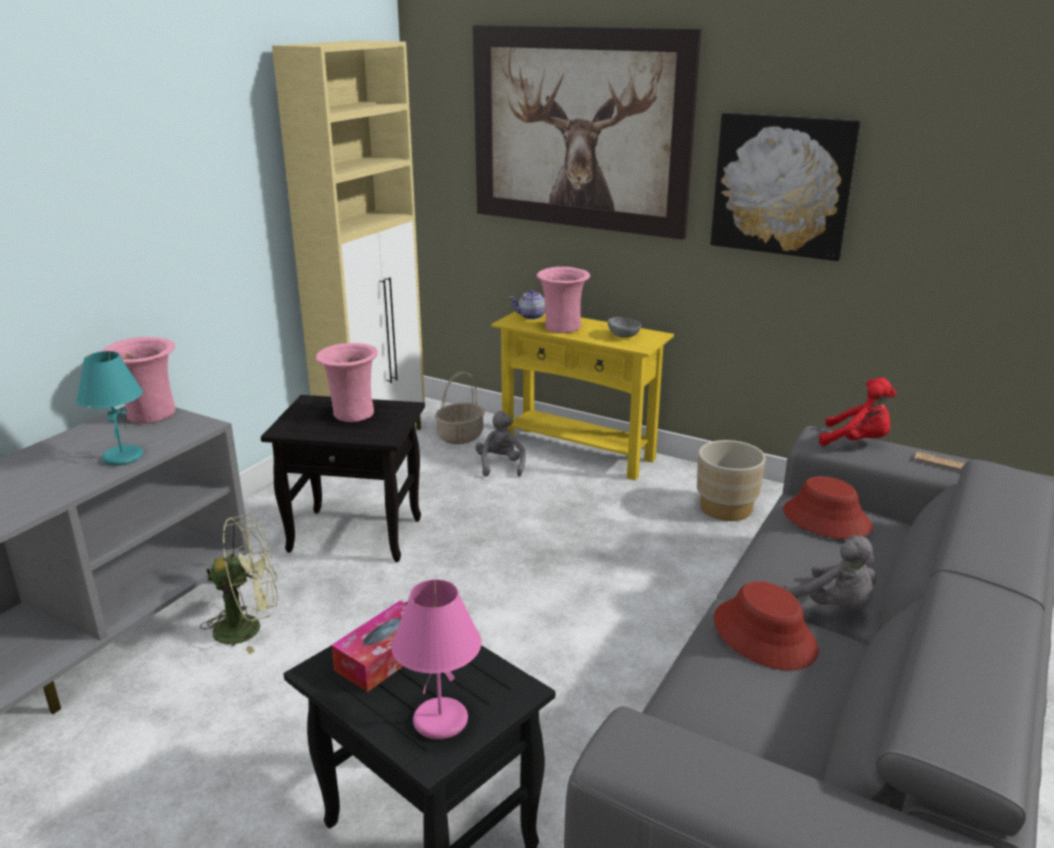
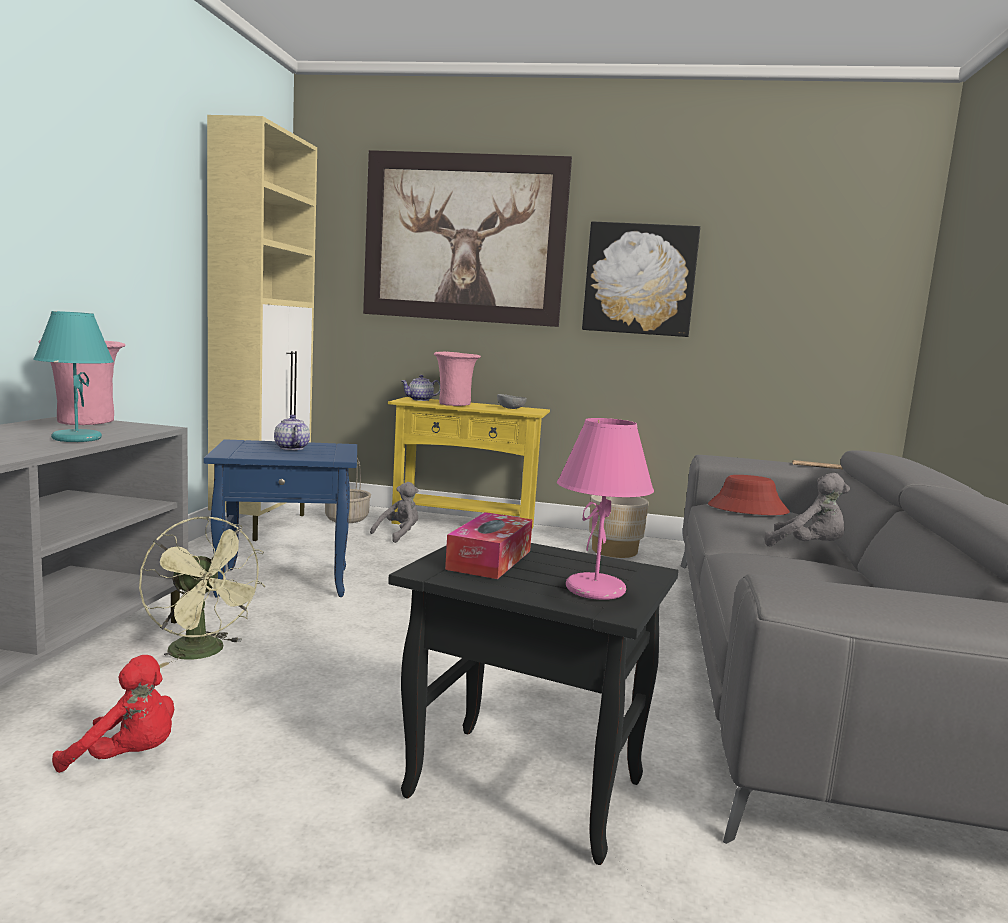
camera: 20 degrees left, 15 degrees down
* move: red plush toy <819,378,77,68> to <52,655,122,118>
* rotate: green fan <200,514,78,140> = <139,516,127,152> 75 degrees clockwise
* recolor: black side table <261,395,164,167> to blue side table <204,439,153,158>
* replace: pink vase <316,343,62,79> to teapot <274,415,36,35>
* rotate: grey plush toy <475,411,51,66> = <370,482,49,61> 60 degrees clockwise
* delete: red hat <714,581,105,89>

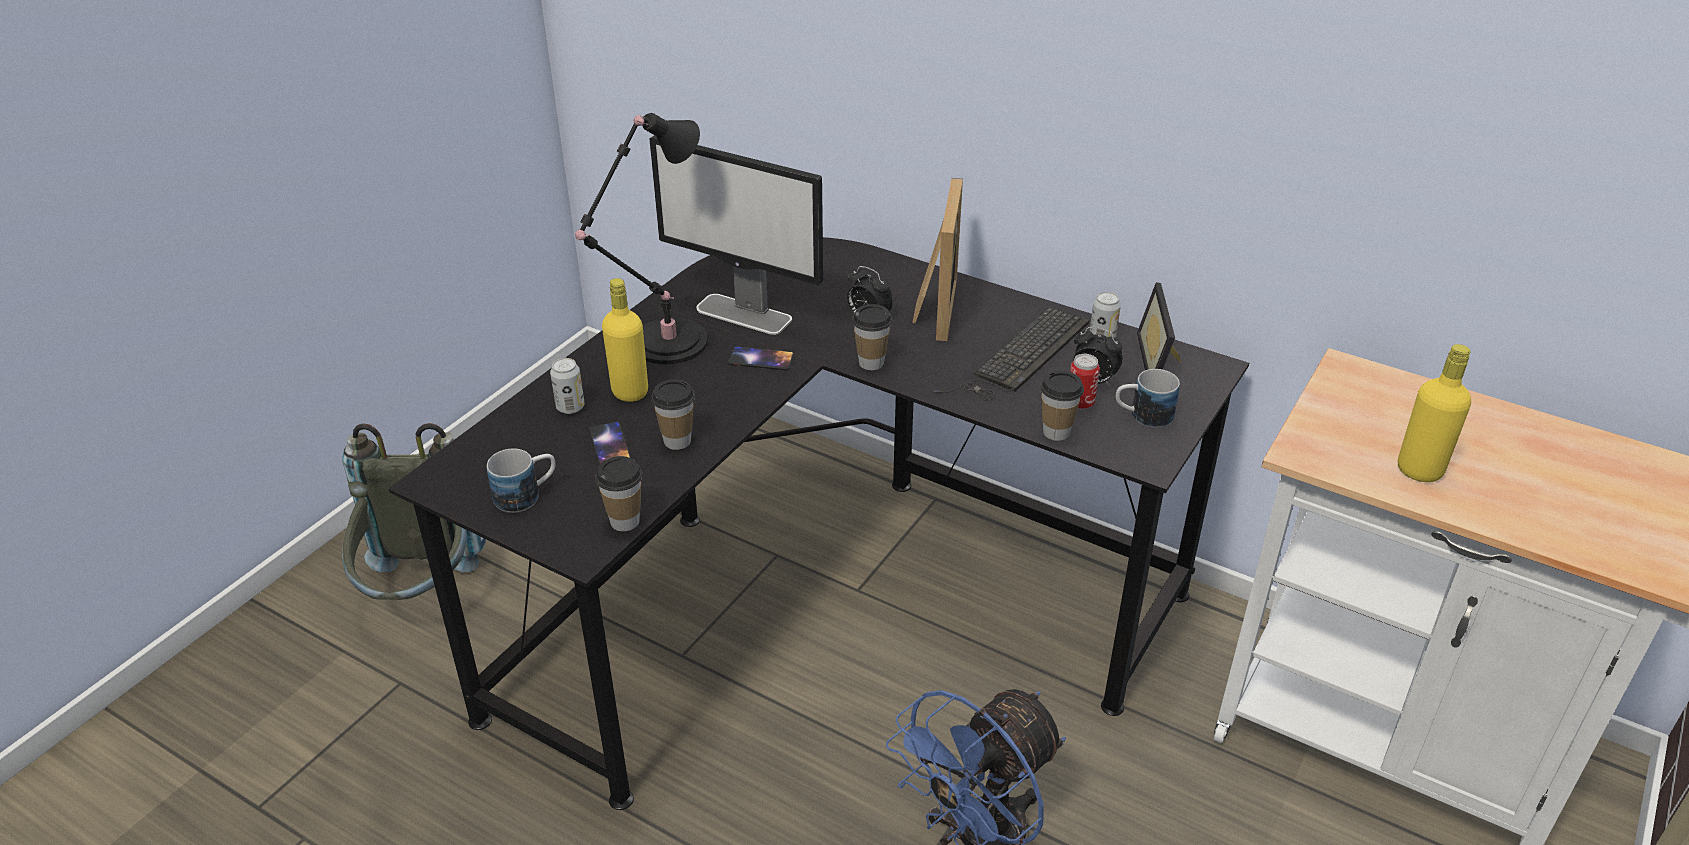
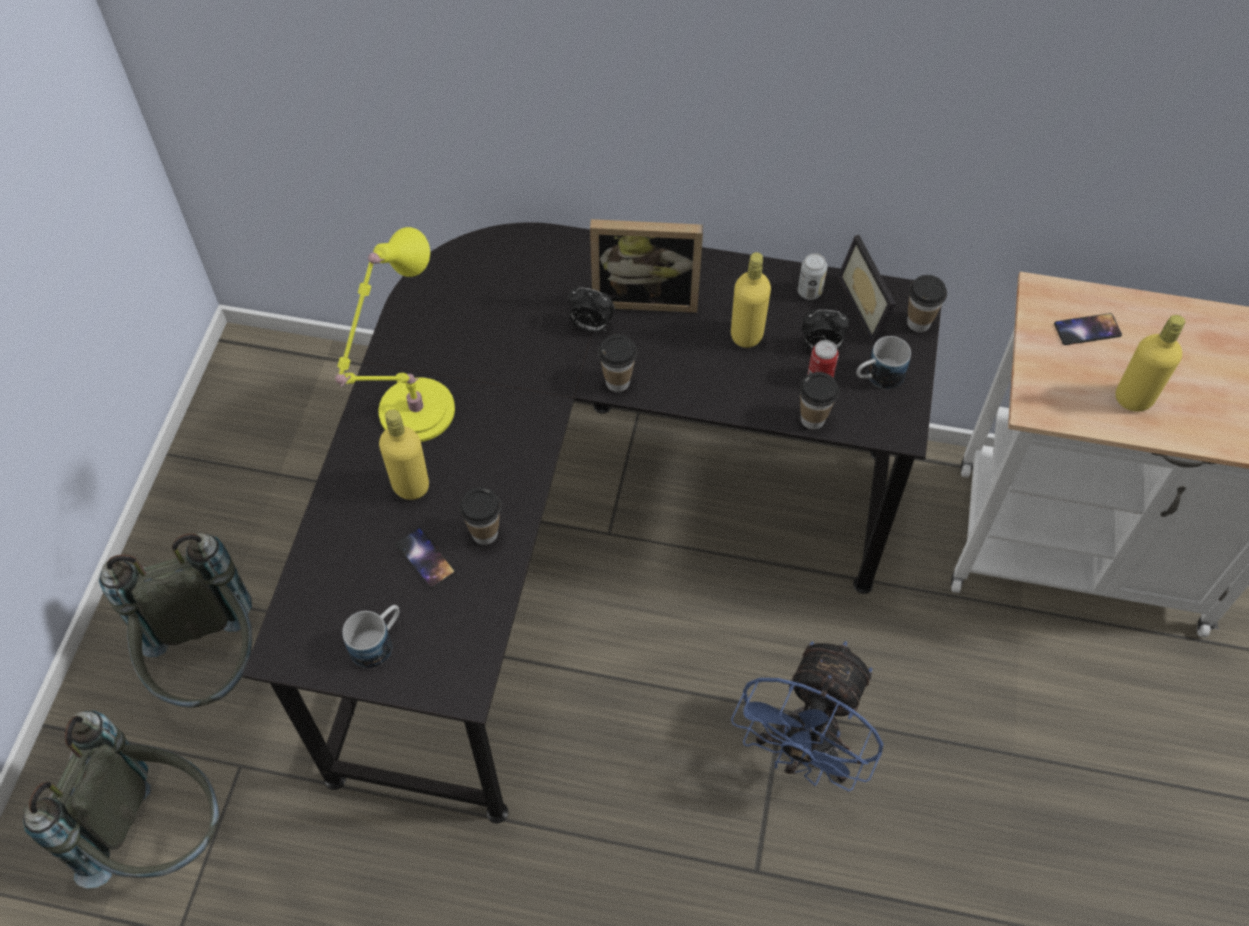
camera: 20 degrees left, 20 degrees up
* insert: grey backpack <23,711,196,177>
* recolor: black table lamp <575,113,133,251> to yellow table lamp <335,227,120,215>
* rotate: picture frame <912,178,51,163> = <590,219,113,94> 105 degrees clockwise
* replace: keyboard <933,307,156,94> to yellow bottle <731,252,40,96>
* move: cup <595,456,48,75> to <907,275,40,57>
* move: phone <728,346,66,24> to <1054,313,68,32>
* delete: can <550,358,35,56>
* delete: monitor <649,135,174,200>

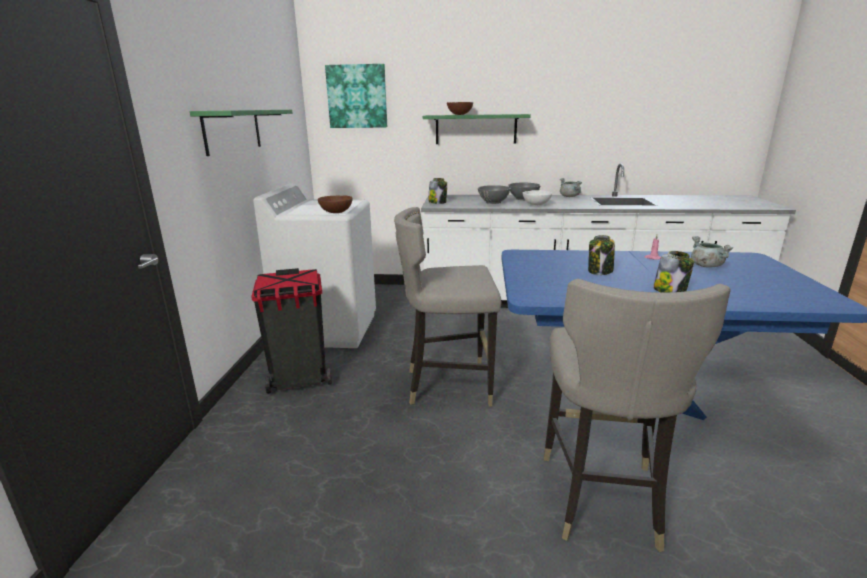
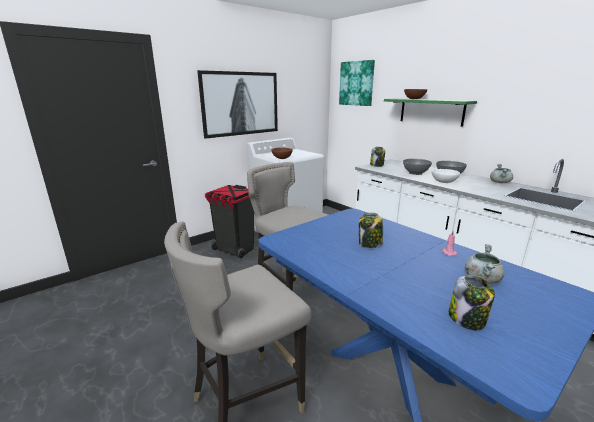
camera: 45 degrees right, 0 degrees up
* replace: green shelf <190,110,102,46> to picture <197,70,81,69>
* move: jar <653,251,41,42> to <449,275,46,55>

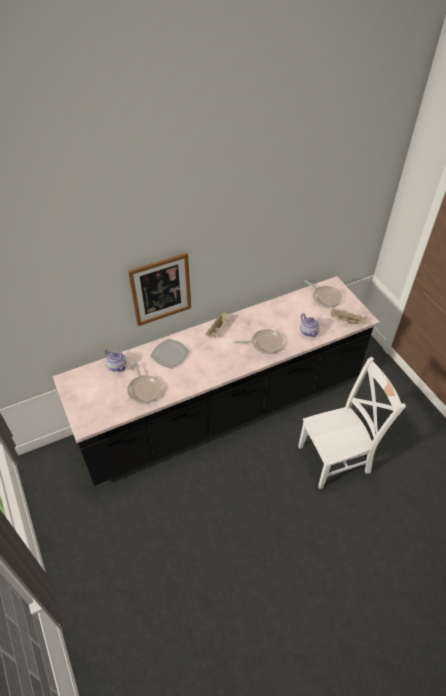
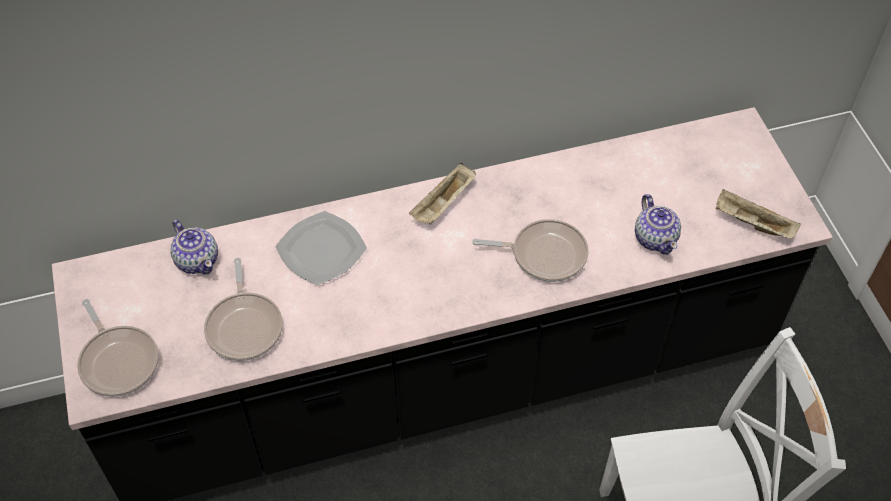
camera: 10 degrees right, 5 degrees up
* move: frying pan <304,280,38,28> to <77,299,82,98>
* delete: picture <128,253,63,73>

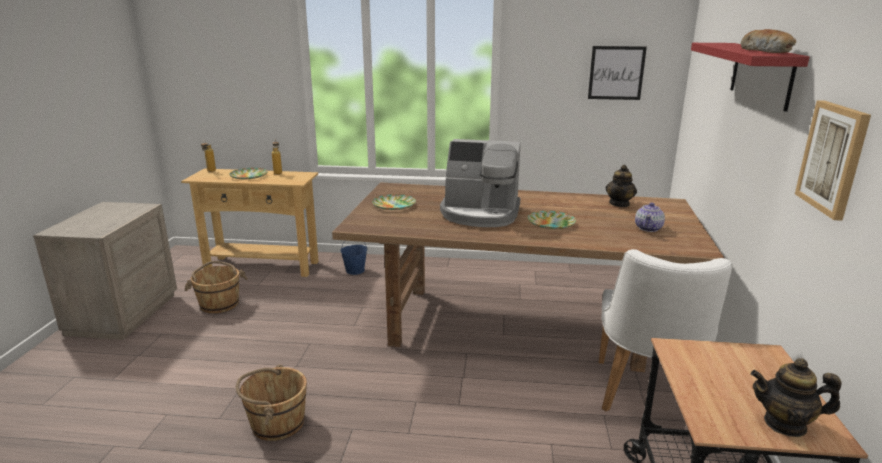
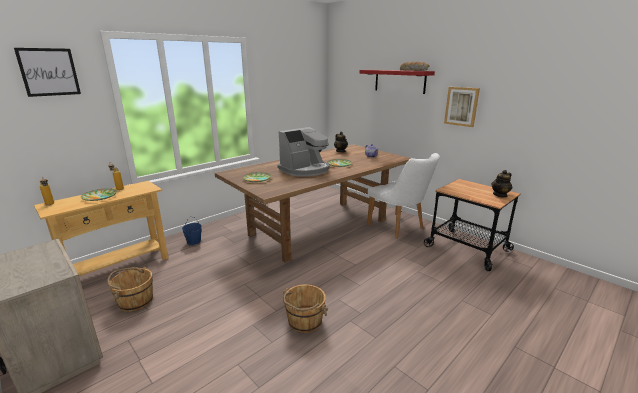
camera: 50 degrees left, 0 degrees up
* move: picture <588,46,59,54> to <14,48,67,49>

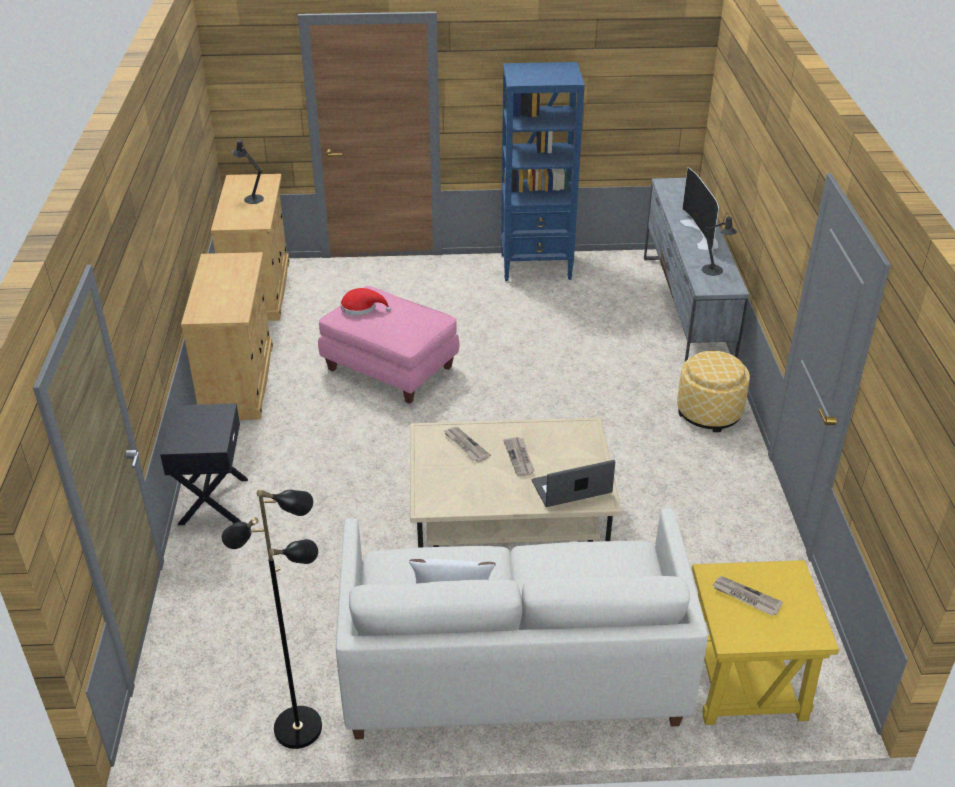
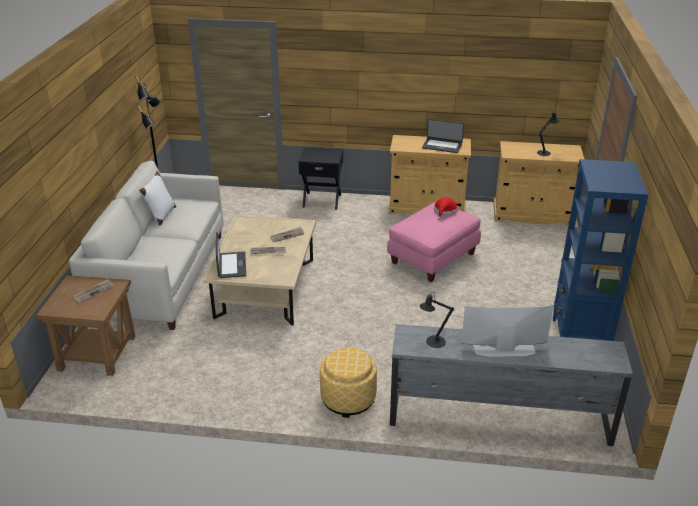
camera: 100 degrees right, 5 degrees down
* recolor: yellow side table <692,560,147,165> to brown side table <36,275,99,101>
* insert: laptop <422,119,42,34>

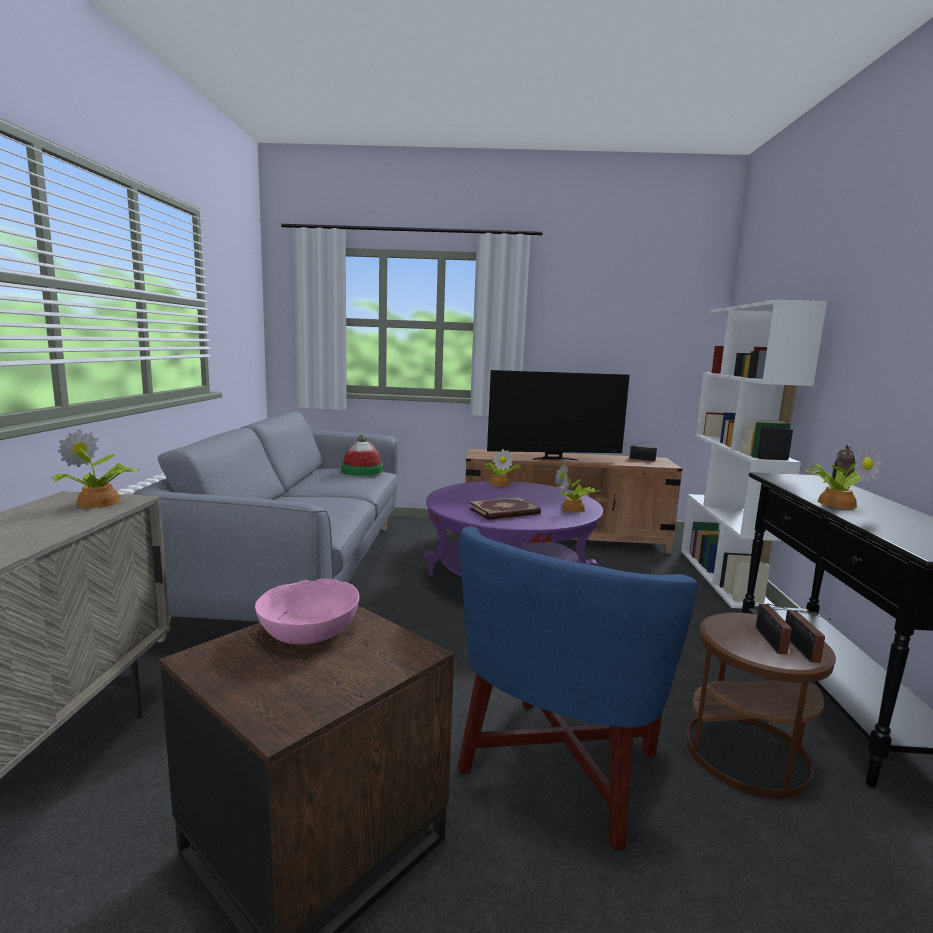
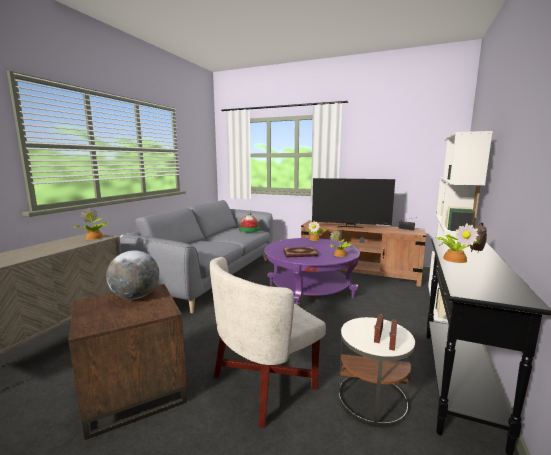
camera: 20 degrees right, 0 degrees up
* replace: pink bowl <255,579,105,65> to globe <106,250,53,49>
* recolor: blue armchair <457,526,241,325> to white armchair <210,257,116,171>
* recolor: brown side table <686,612,150,186> to white side table <339,317,76,110>

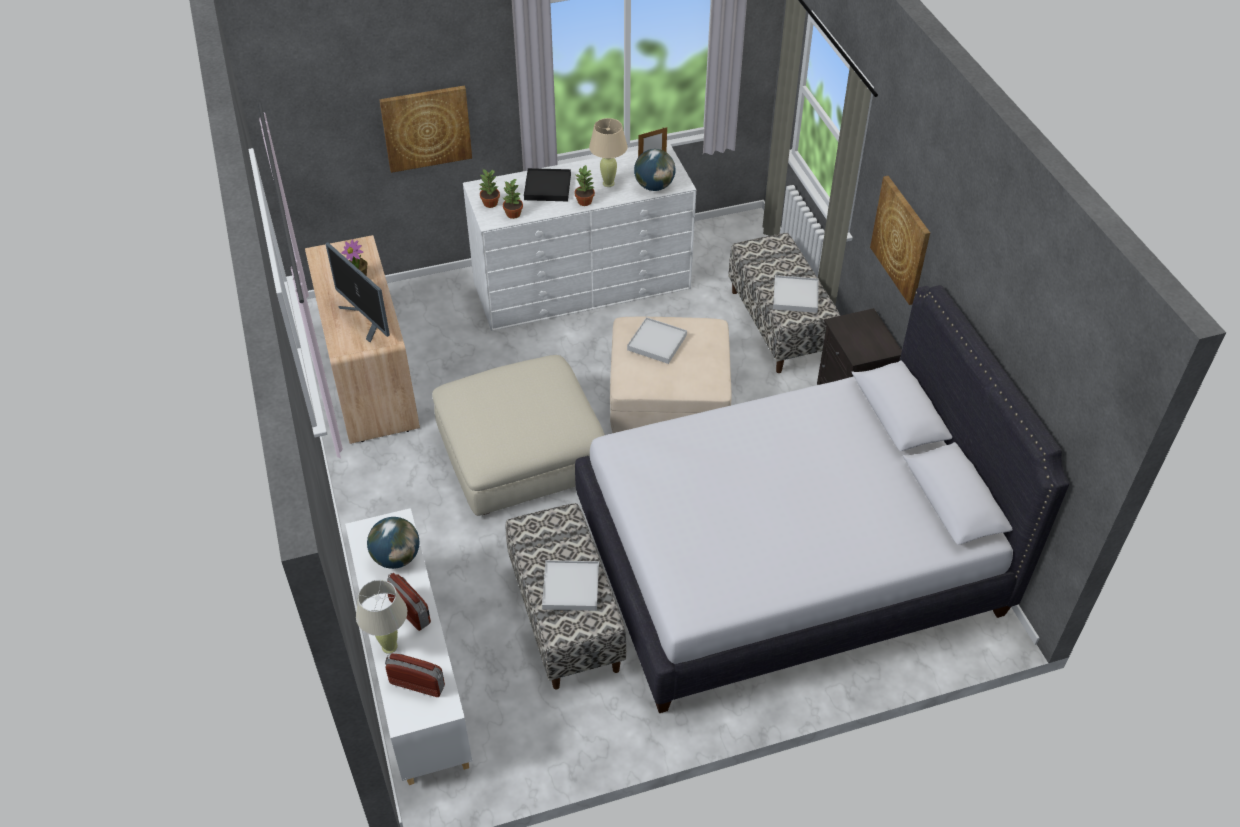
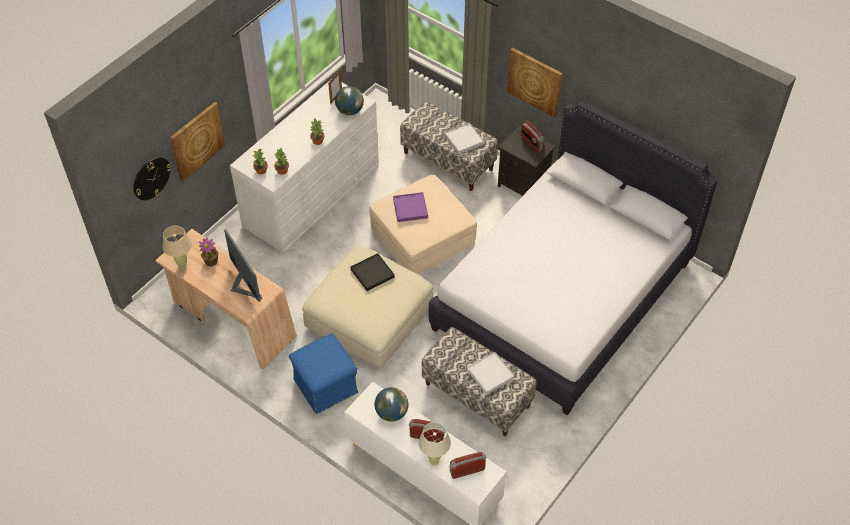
camera: 35 degrees left, 5 degrees up
* insert: wall clock <133,157,38,43>
* move: beige table lamp <589,118,39,69> to <162,225,30,45>
* rotate: monitor <325,242,65,101> = <224,229,38,73> 135 degrees counterclockwise
* insert: blue ottoman <289,333,69,81>
* move: black tray <524,168,47,33> to <350,253,45,38>
* recolor: white tray <627,317,60,47> to purple tray <393,192,35,30>
* insert: radio <521,120,24,33>

